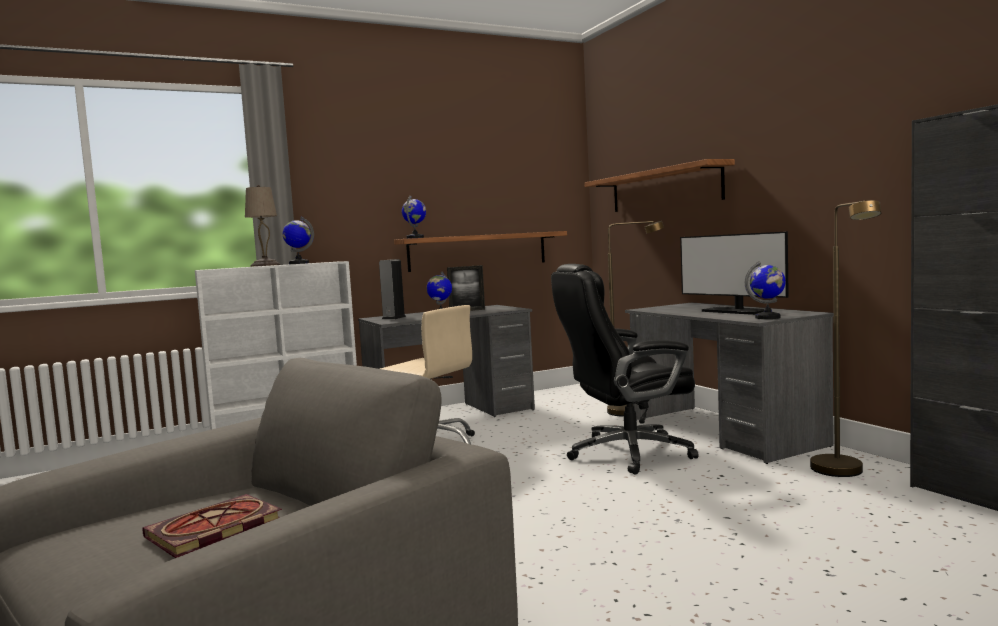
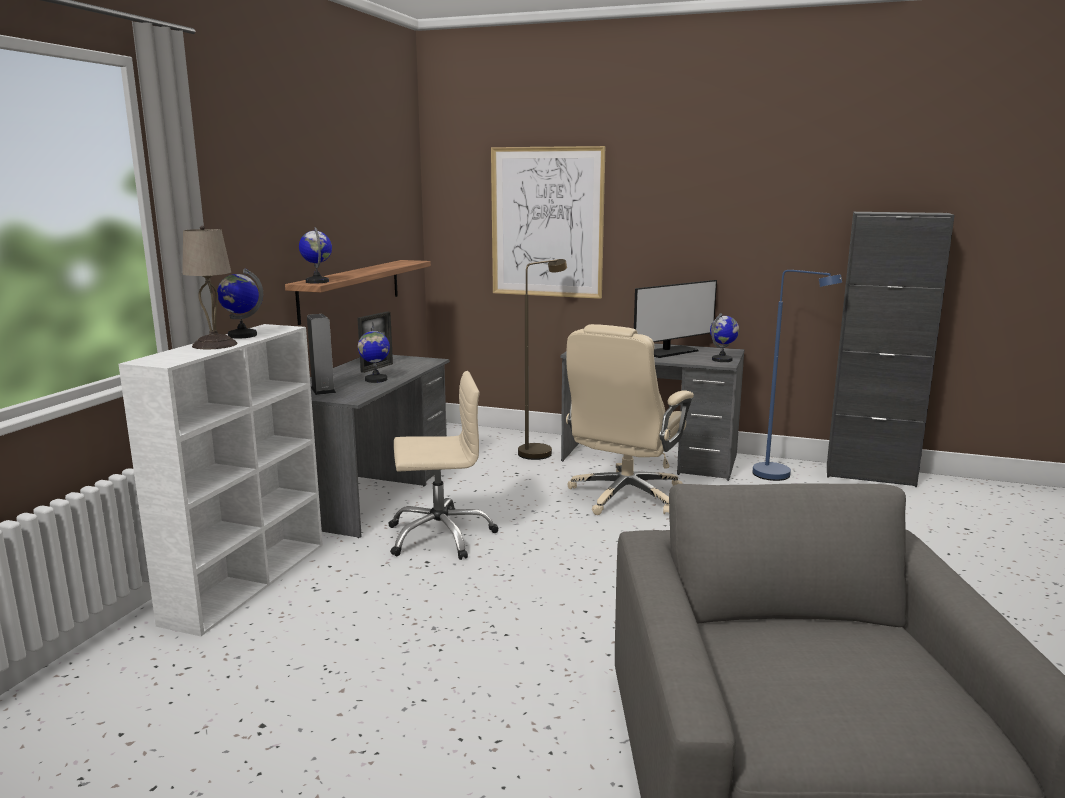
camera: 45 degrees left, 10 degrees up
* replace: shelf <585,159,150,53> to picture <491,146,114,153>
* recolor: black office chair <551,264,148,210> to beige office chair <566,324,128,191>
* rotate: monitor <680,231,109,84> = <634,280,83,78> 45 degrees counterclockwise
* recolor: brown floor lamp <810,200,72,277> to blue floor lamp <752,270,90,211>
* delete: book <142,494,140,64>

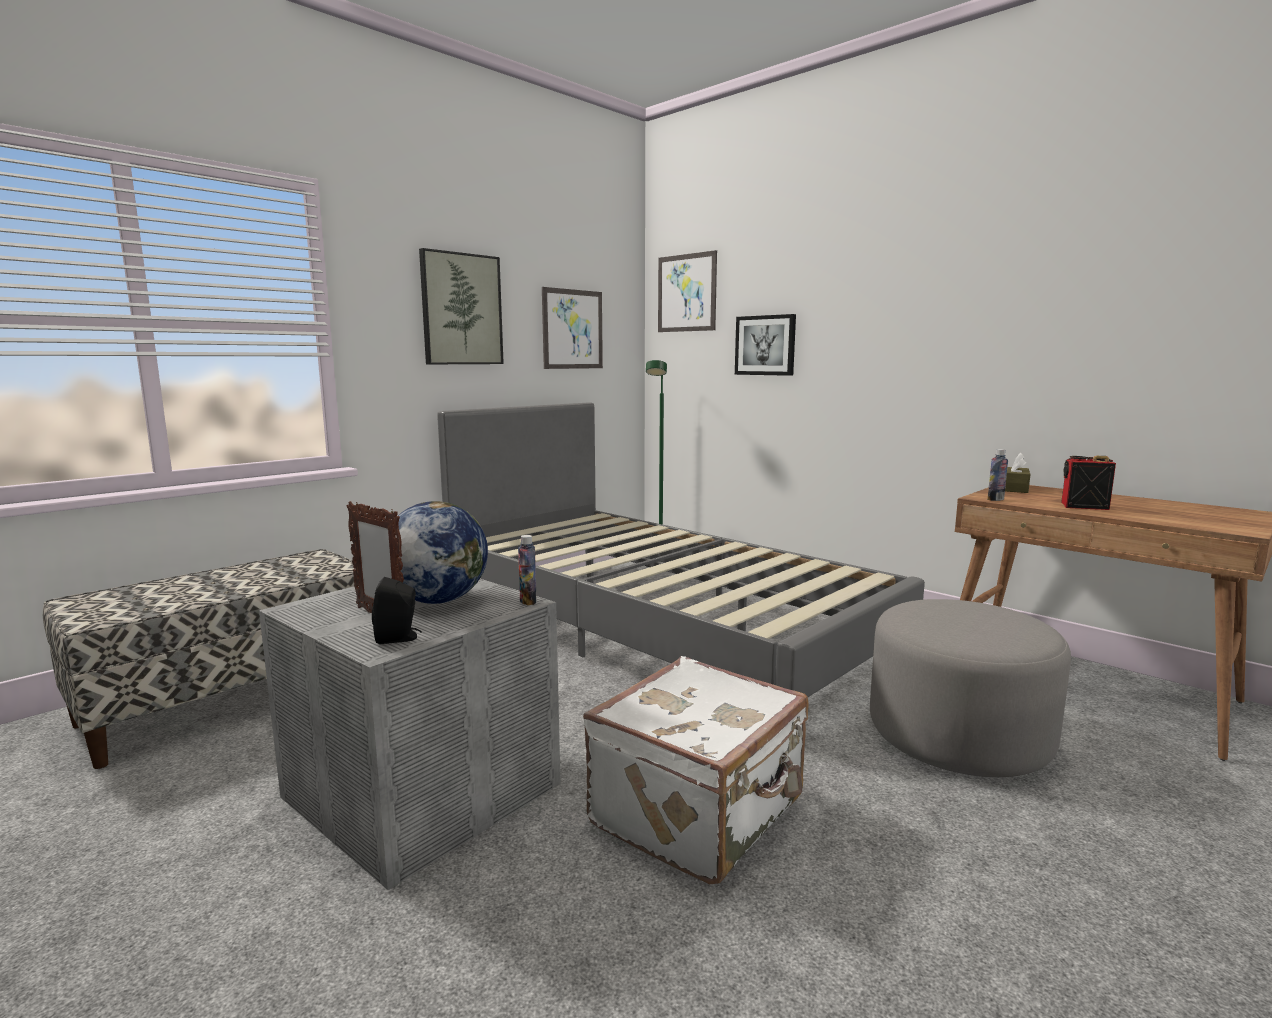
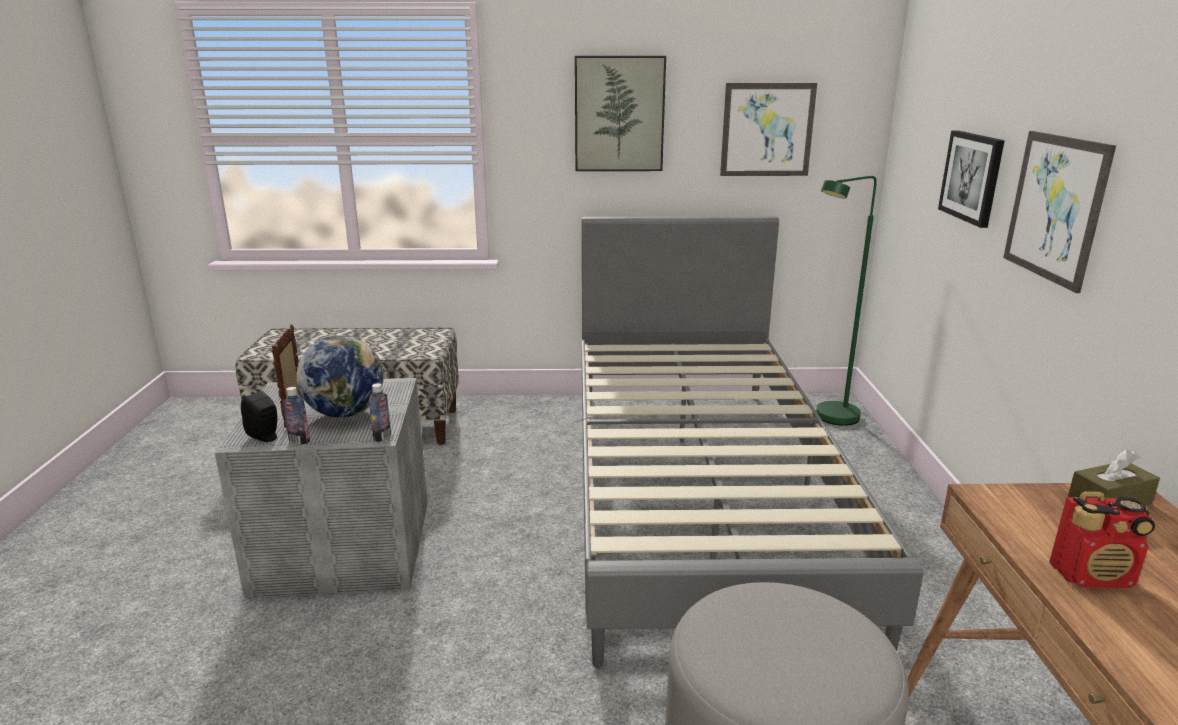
camera: 45 degrees right, 10 degrees up
* move: bottle <987,449,21,52> to <283,387,27,57>
* move: picture <658,250,59,82> to <1003,131,113,162>
* rotate: radio <1061,456,55,54> = <1049,491,106,97> 120 degrees clockwise
* delete: white suitcase <583,656,226,228>

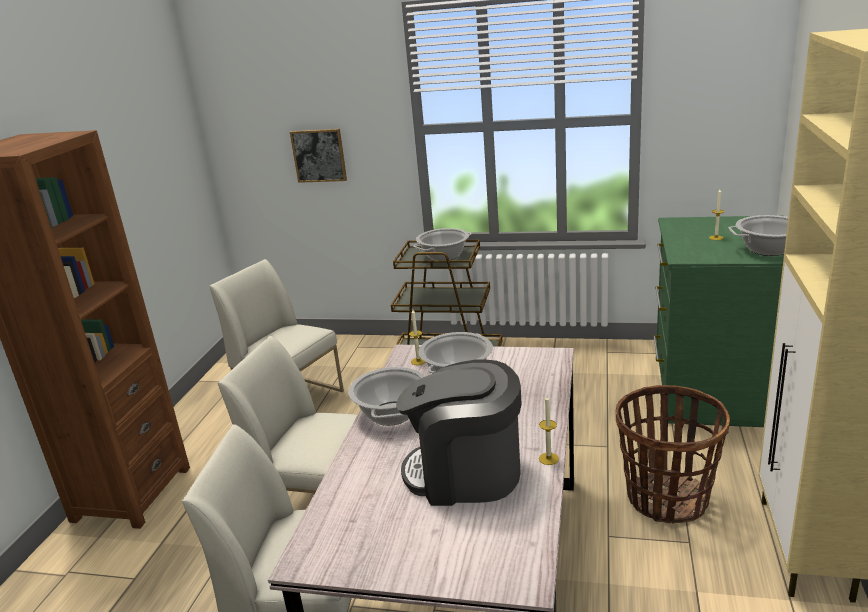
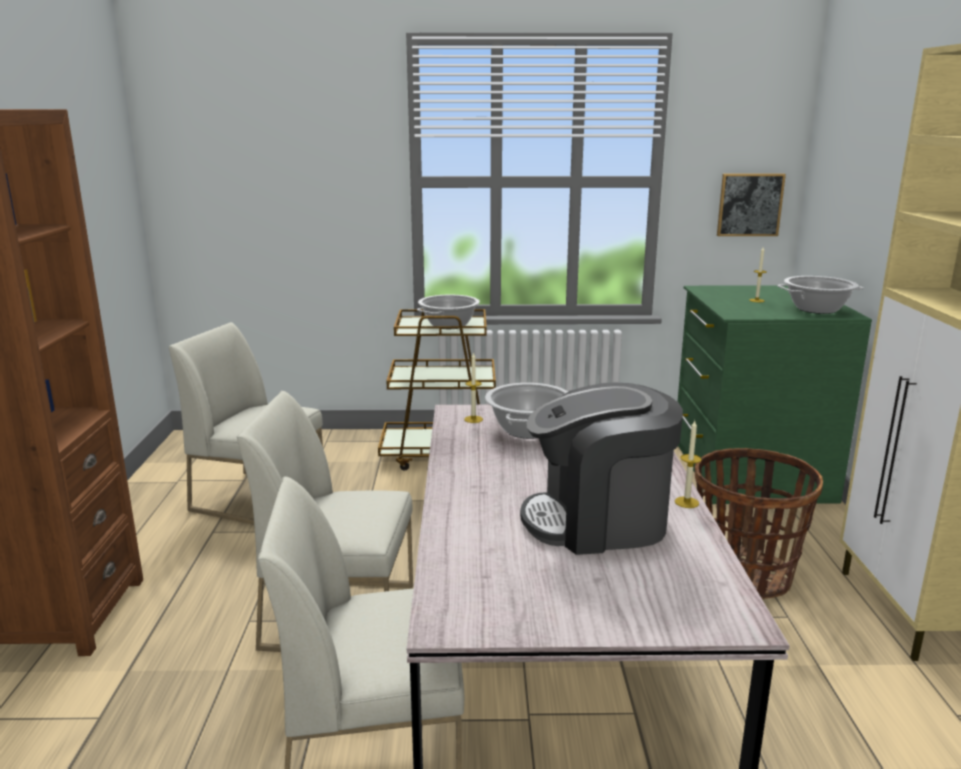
camera: 15 degrees left, 5 degrees down
* move: picture <290,129,57,54> to <717,174,69,62>
* delete: cooking pot <348,367,78,59>

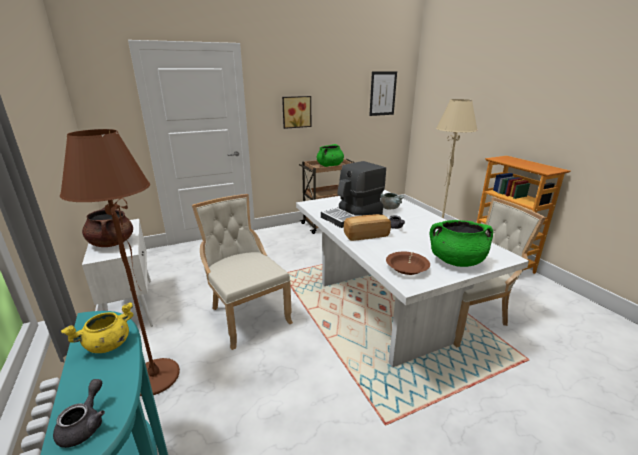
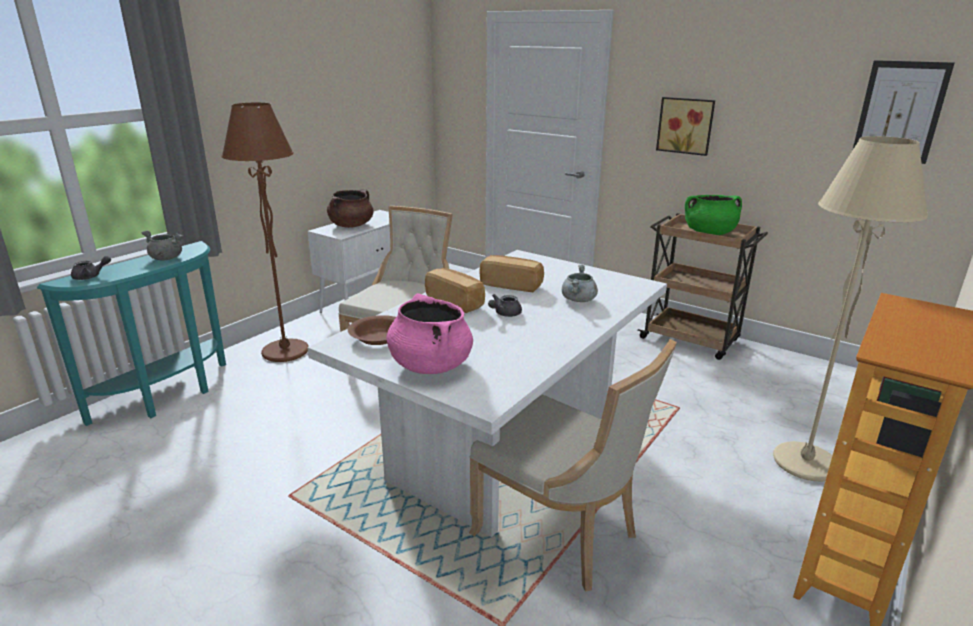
camera: 60 degrees right, 0 degrees up
* recolor: yellow cooking pot <61,302,73,51> to grey cooking pot <141,230,42,30>
* recolor: green cooking pot <430,220,63,47> to pink cooking pot <387,293,86,81>
* replace: coffee machine <321,161,65,67> to bread <479,255,65,37>

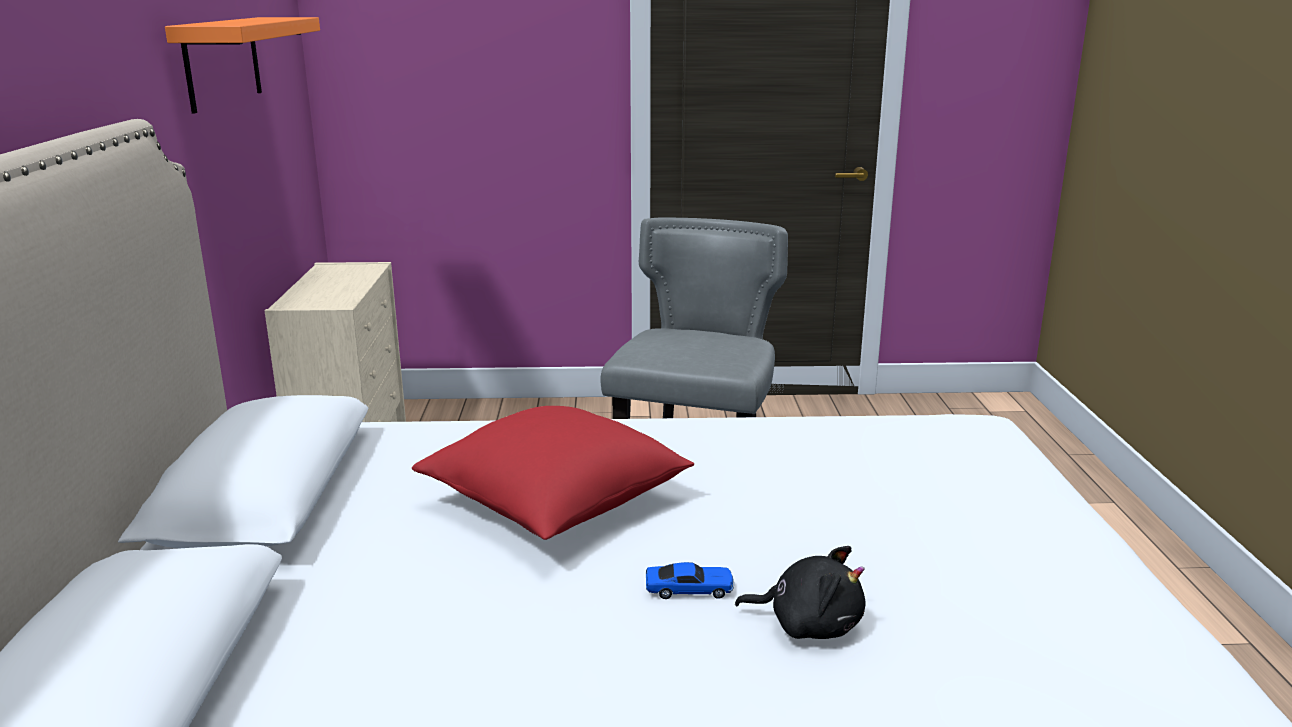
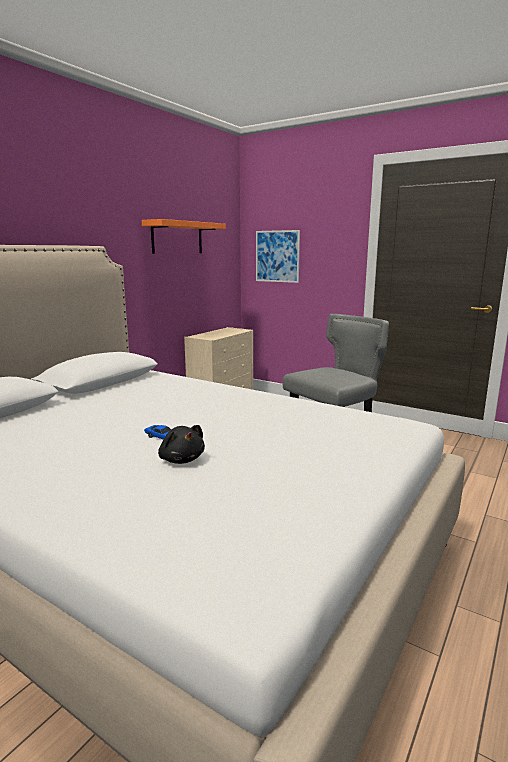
camera: 35 degrees right, 5 degrees down
* insert: picture <256,230,44,53>
* delete: red pillow <412,406,282,134>

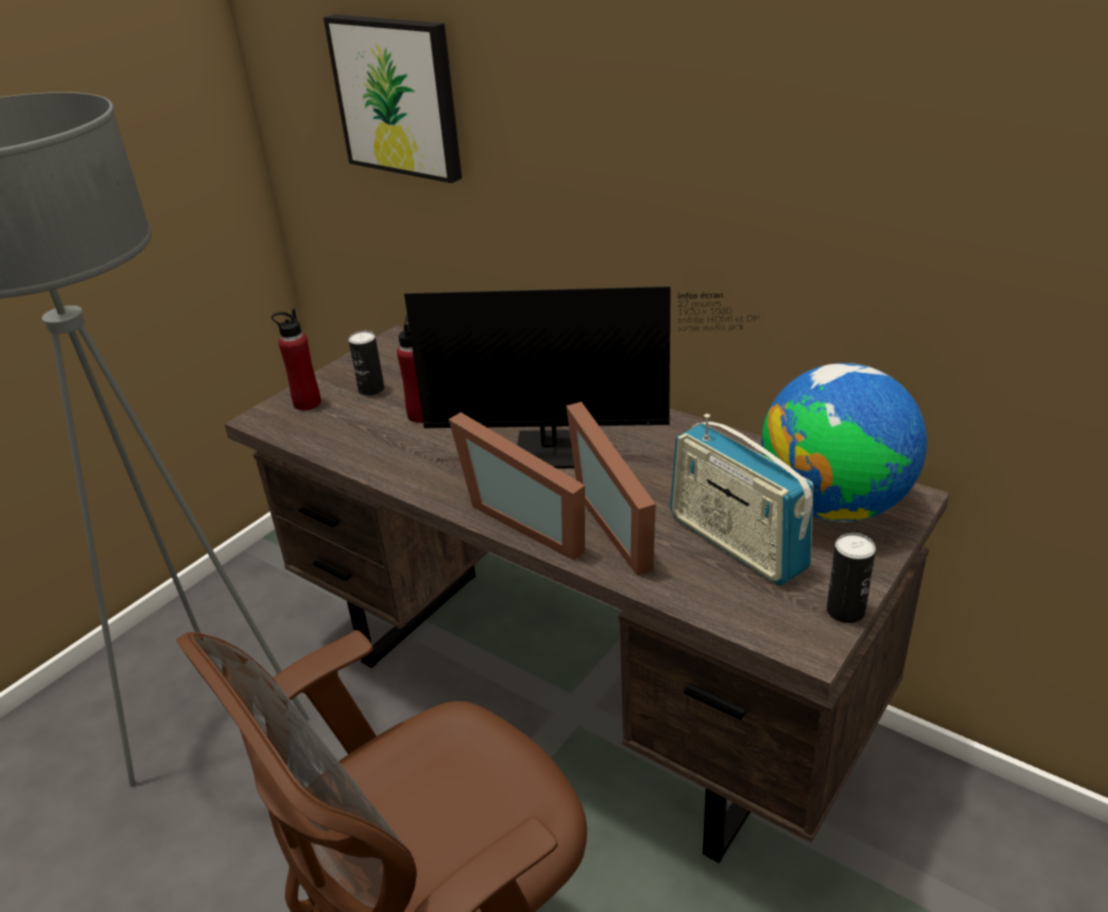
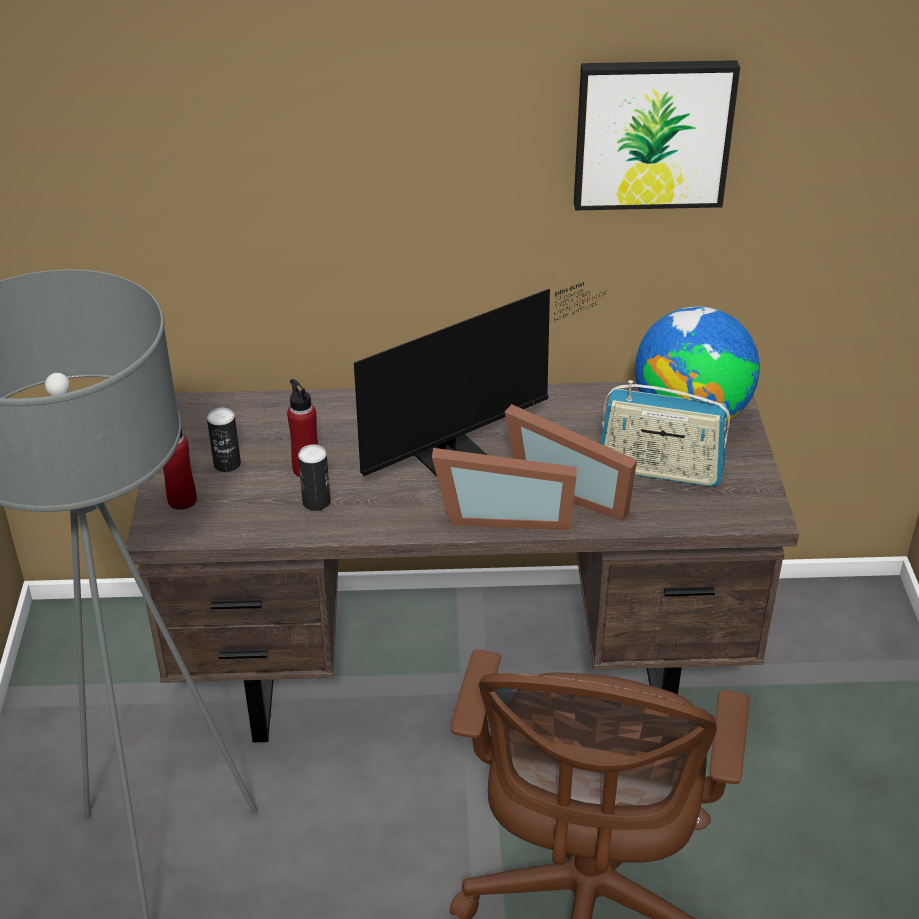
camera: 40 degrees left, 5 degrees up
* move: can <827,533,49,90> to <298,444,32,67>
* move: picture <323,14,139,169> to <574,60,166,151>

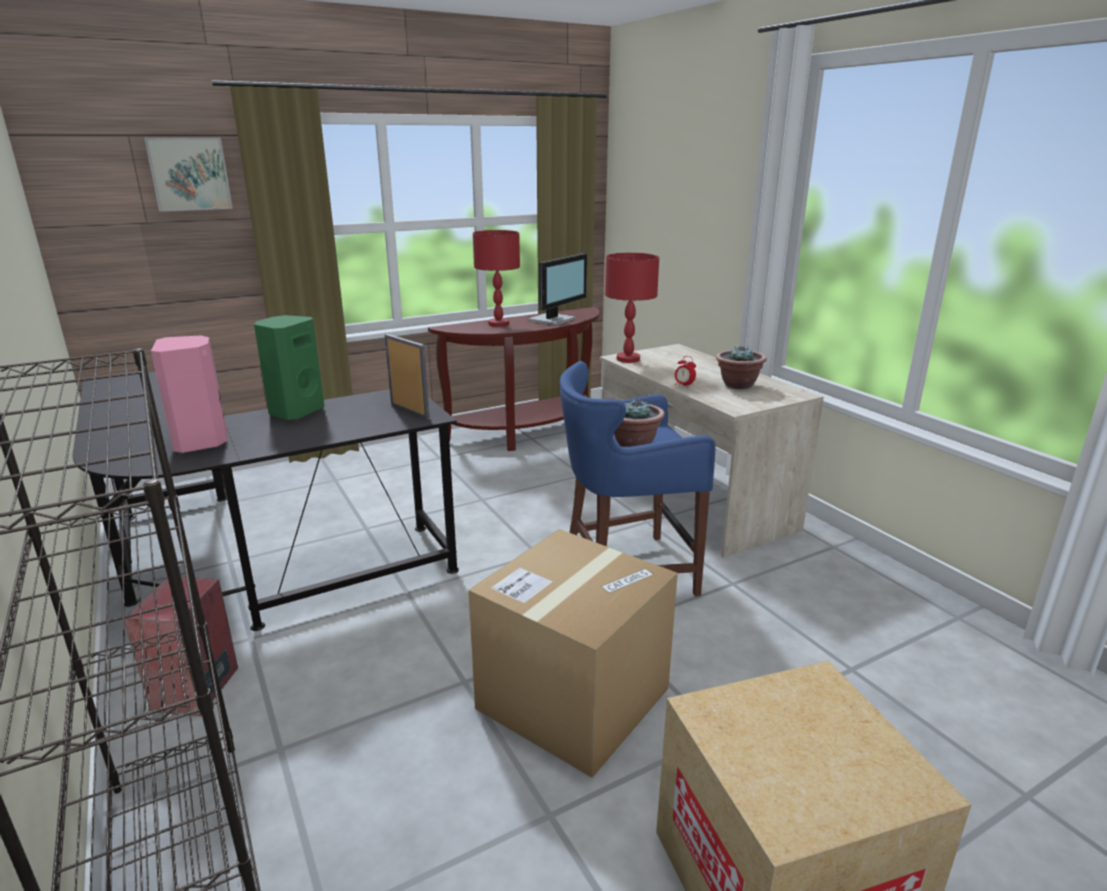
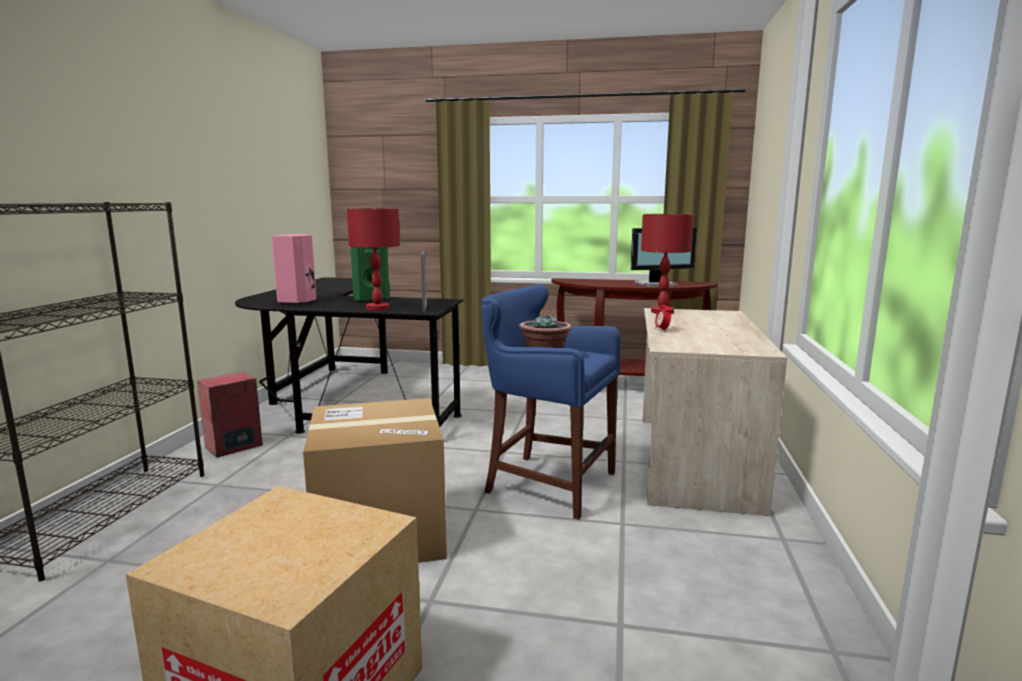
camera: 40 degrees right, 10 degrees down
* move: red table lamp <473,230,47,97> to <347,208,53,103>
* delete: picture <144,138,89,74>
* delete: potted plant <716,346,51,43>

